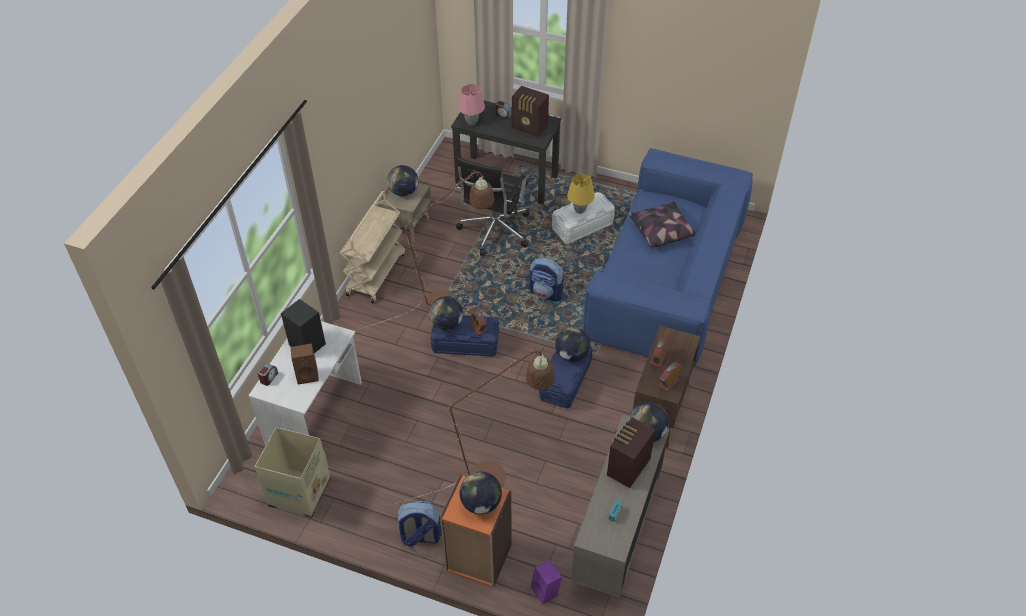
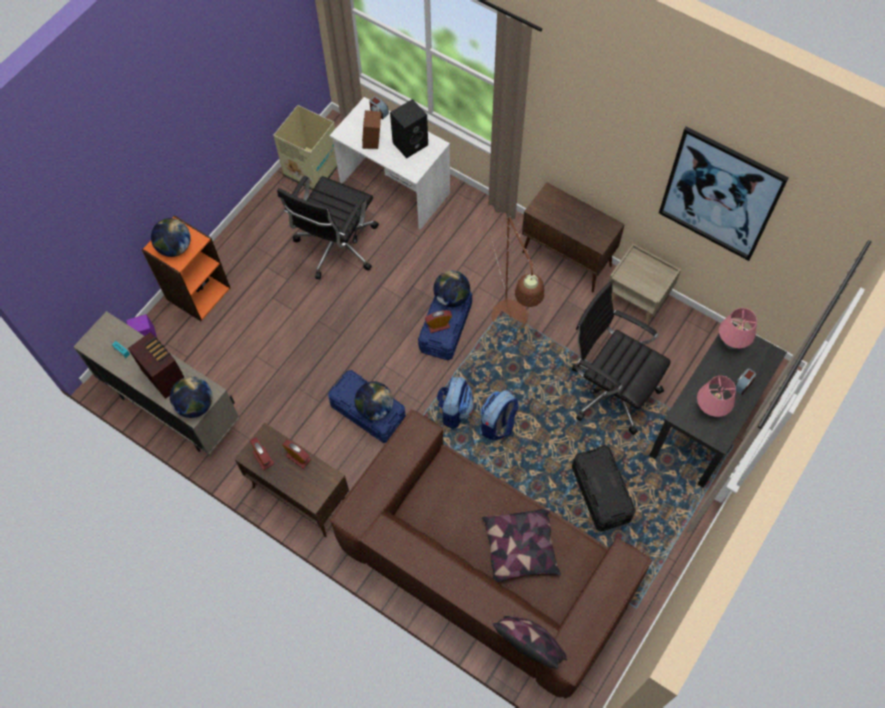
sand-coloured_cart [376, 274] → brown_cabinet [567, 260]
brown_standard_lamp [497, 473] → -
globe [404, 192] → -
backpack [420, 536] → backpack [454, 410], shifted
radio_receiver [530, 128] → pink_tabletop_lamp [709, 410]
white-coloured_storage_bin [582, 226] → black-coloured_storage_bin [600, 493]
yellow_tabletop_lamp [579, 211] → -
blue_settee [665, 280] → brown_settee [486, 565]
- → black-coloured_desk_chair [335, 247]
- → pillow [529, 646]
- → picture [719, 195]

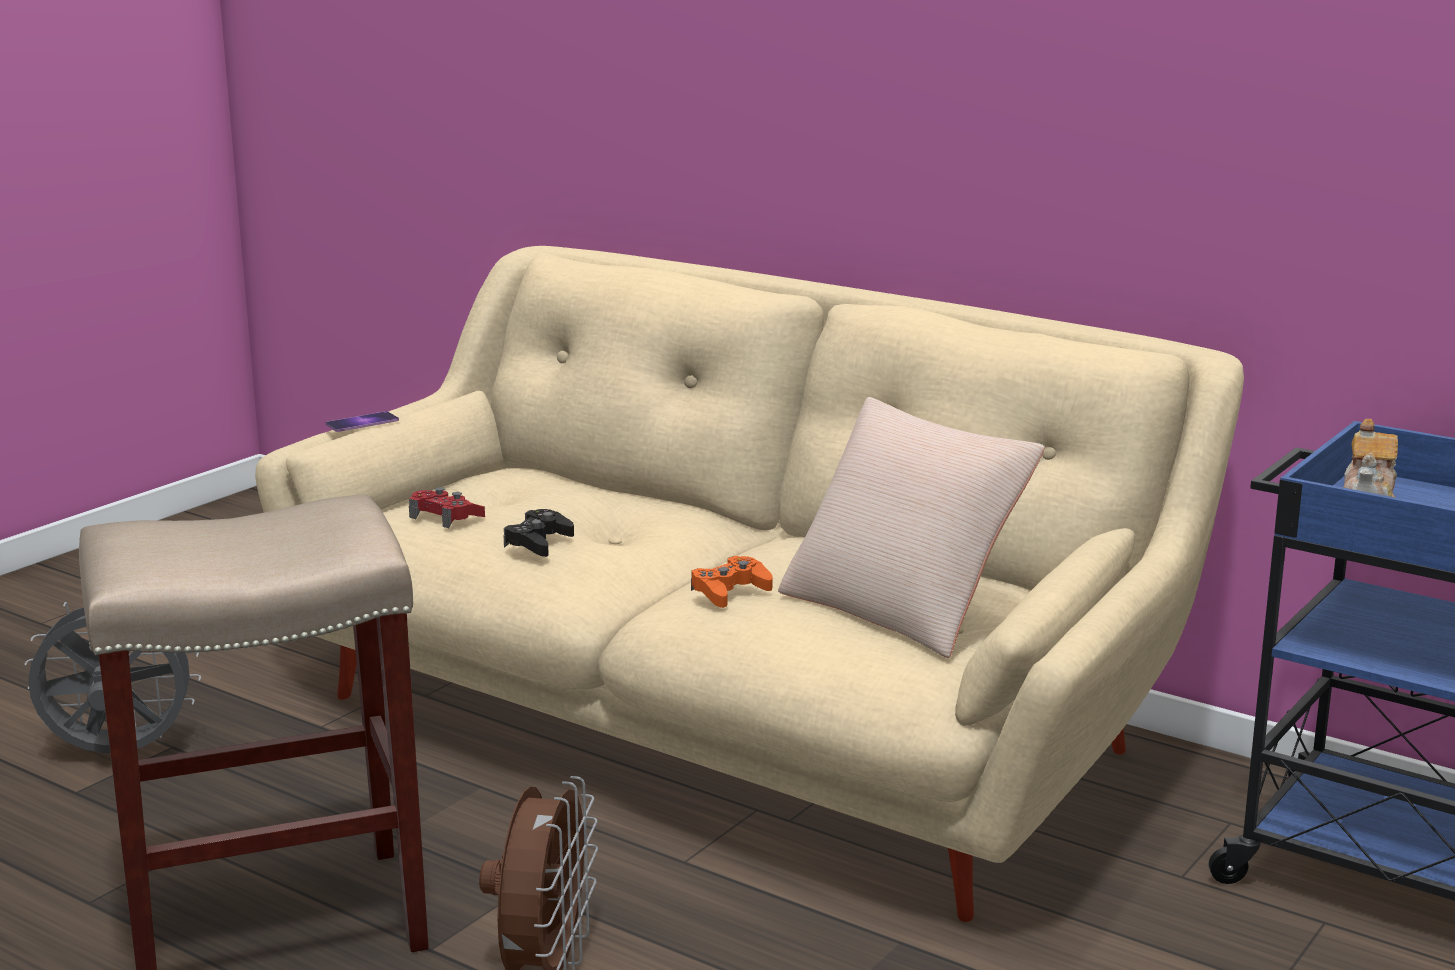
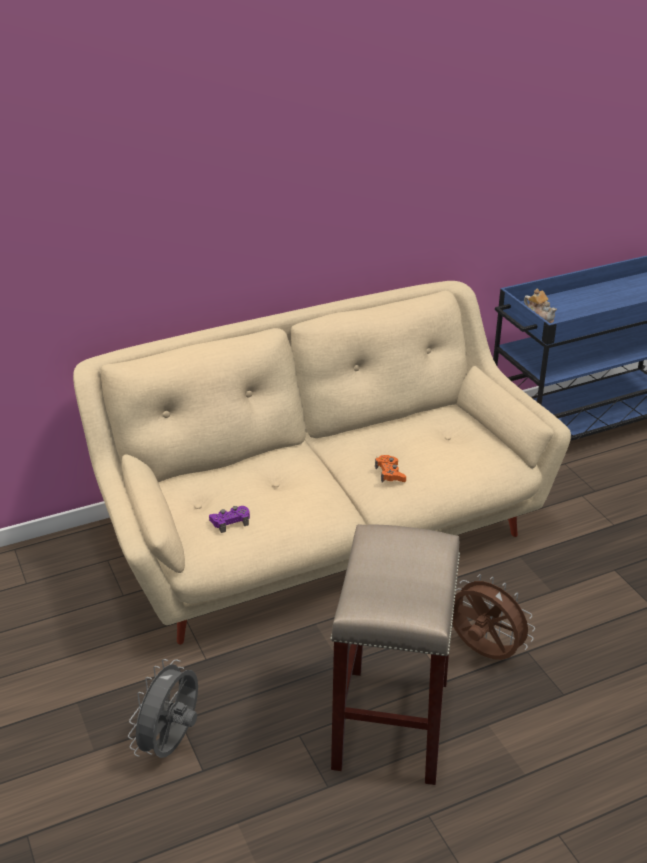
handset [362, 422] → -
red-coloured_gamepad [446, 517] → purple-coloured_gamepad [230, 522]
black-coloured_gamepad [538, 542] → -
sand-coloured_pillow [903, 607] → -

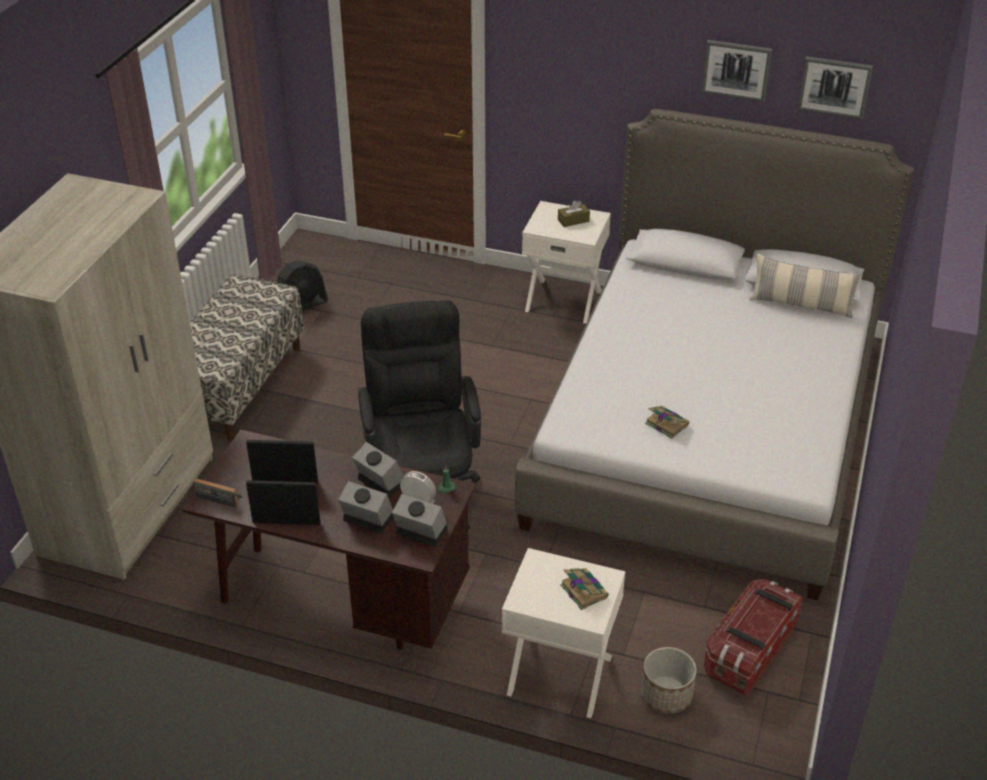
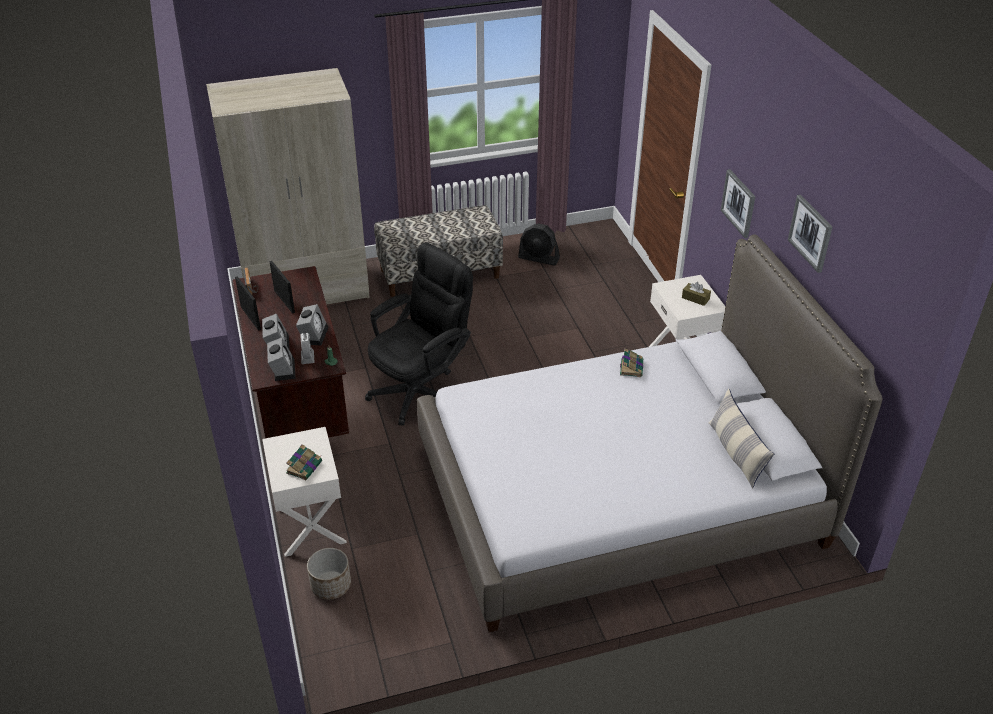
book [666, 424] → book [631, 367], shifted
storage_bin [749, 651] → -
picture [834, 87] → picture [739, 203], shifted

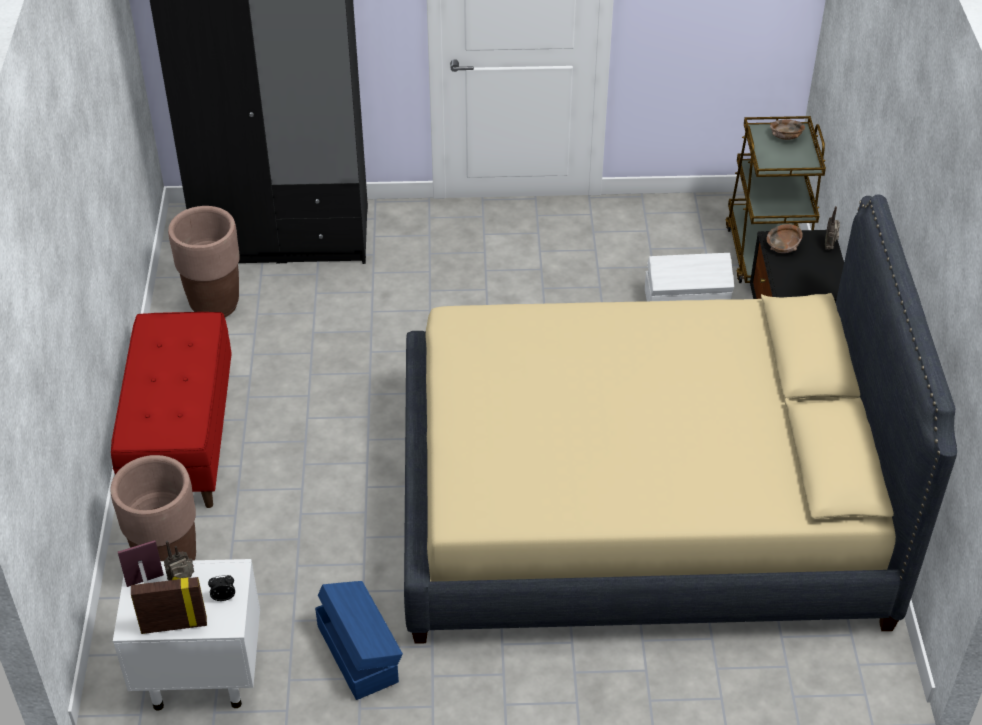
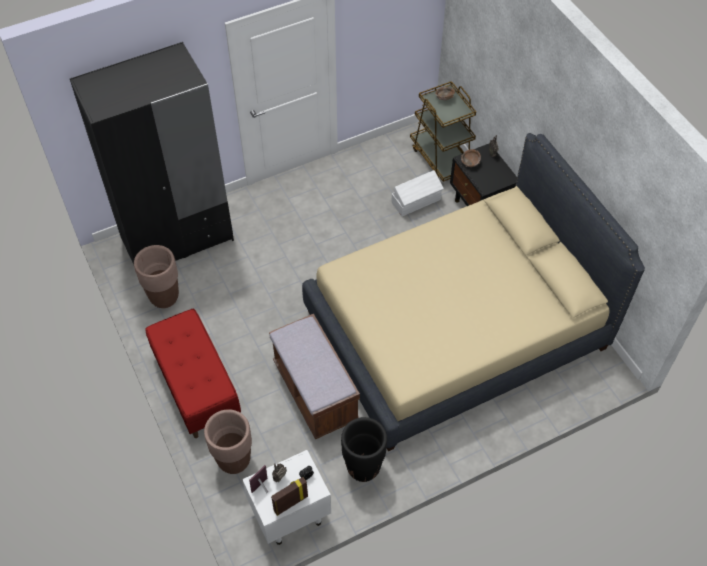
blue_storage_bin [358, 652] → black-coloured_flower_pot [363, 468]
- → brown_bench [315, 392]

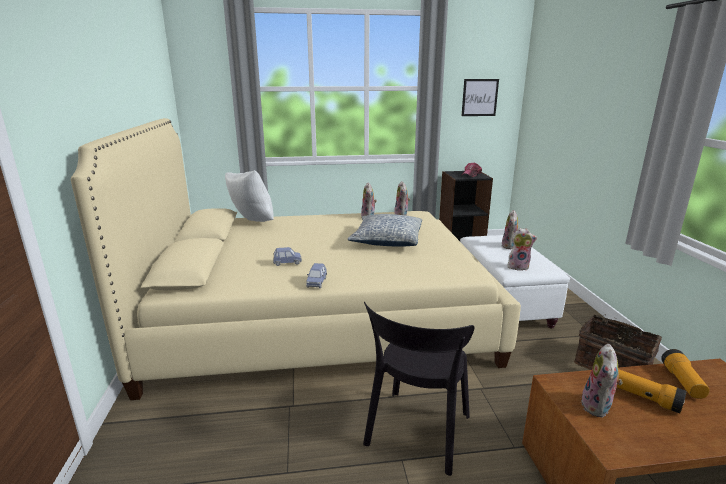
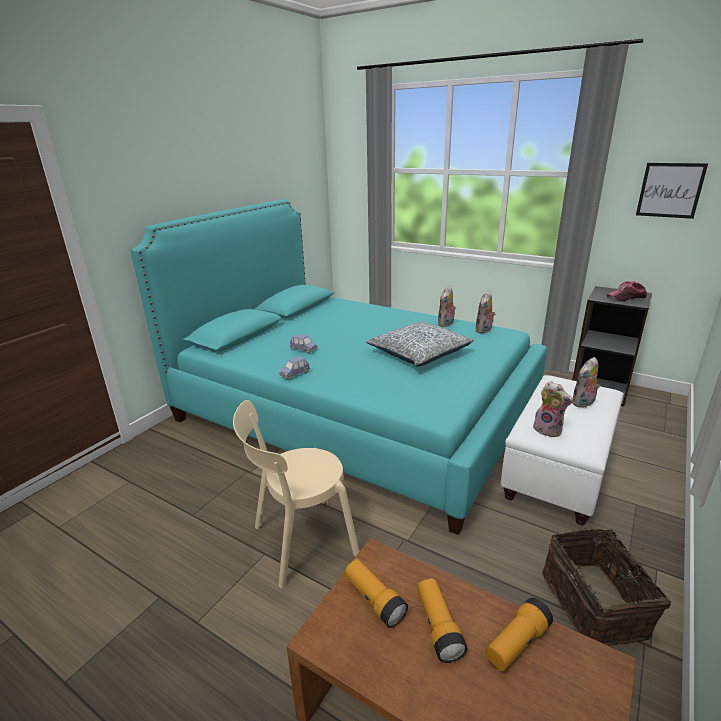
sand-coloured_sleeping_bed [319, 316] → blue-green_sleeping_bed [356, 410]
white-coloured_pillow [251, 222] → -
black-coloured_plain_chair [416, 434] → sand-coloured_plain_chair [300, 542]
cuddly_toy [598, 407] → flashlight [374, 600]

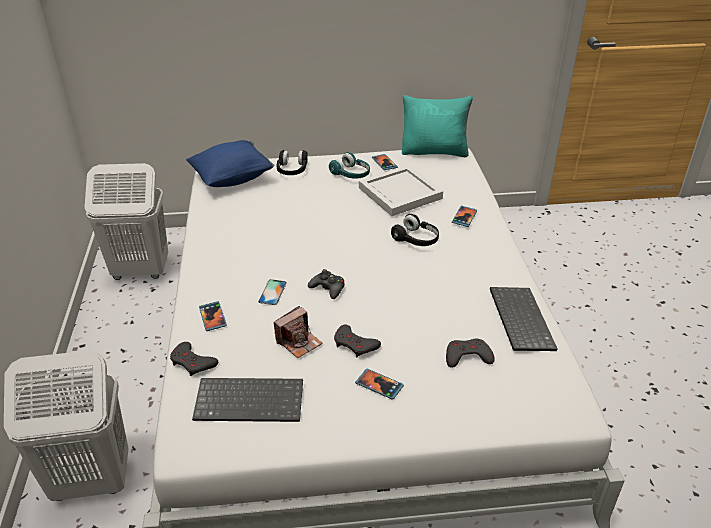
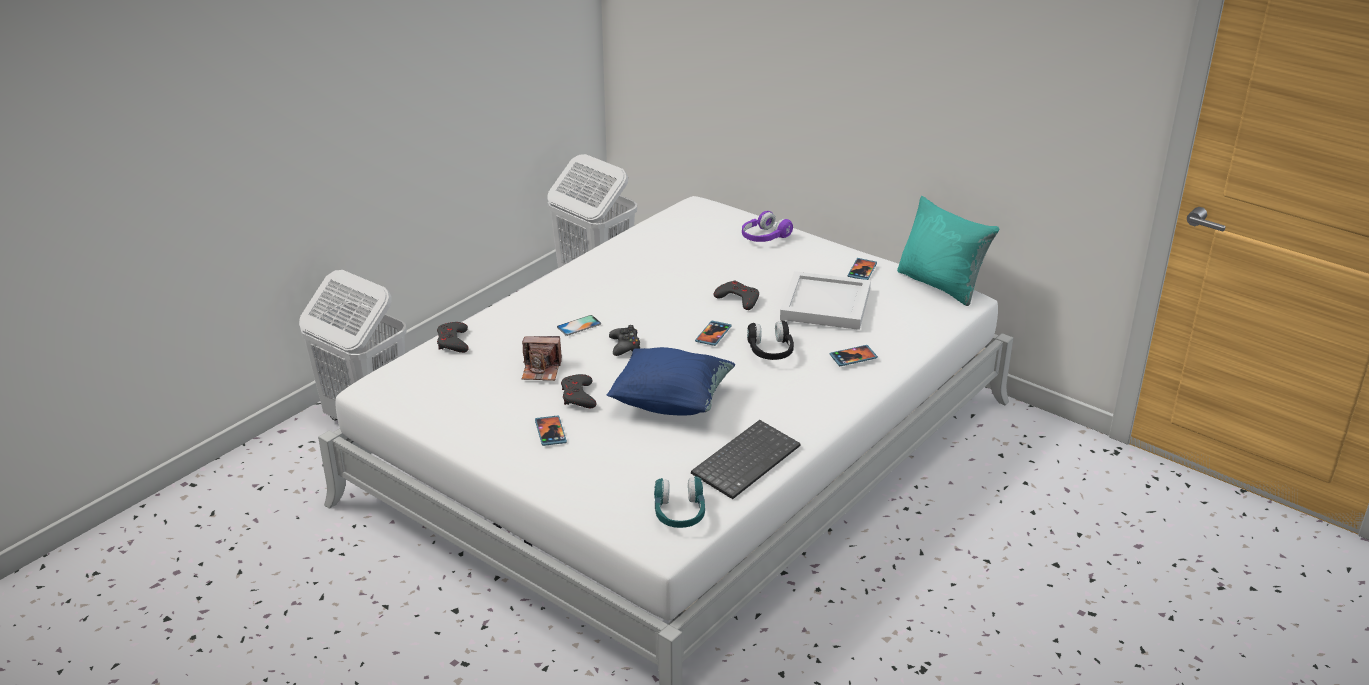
blue_pillow [232, 179] → blue_pillow [671, 402], shifted
computer_keyboard [251, 400] → -
handset [212, 317] → handset [713, 334], shifted
black-coloured_pair_of_headphones [292, 170] → purple-coloured_pair_of_headphones [764, 237]
blue-green_pair_of_headphones [351, 174] → blue-green_pair_of_headphones [679, 513], shifted
greyish_gamepad [467, 356] → greyish_gamepad [738, 299], shifted

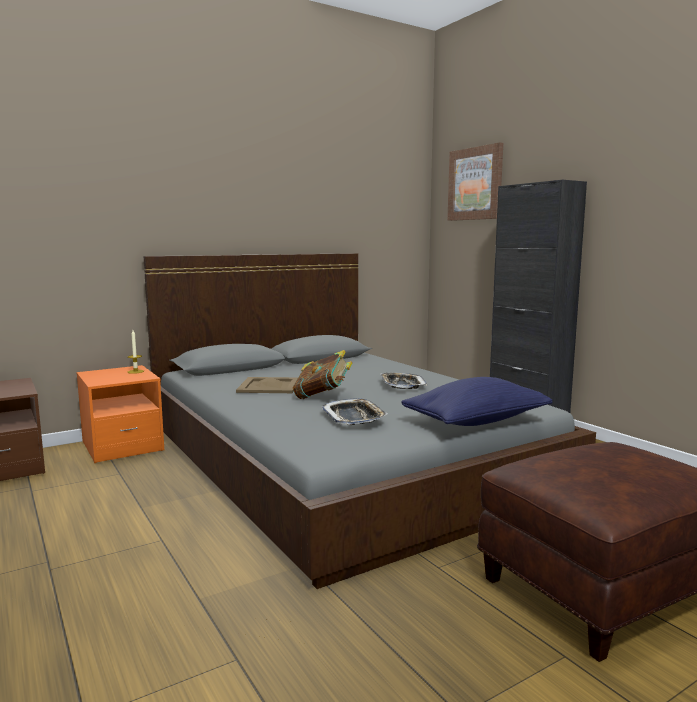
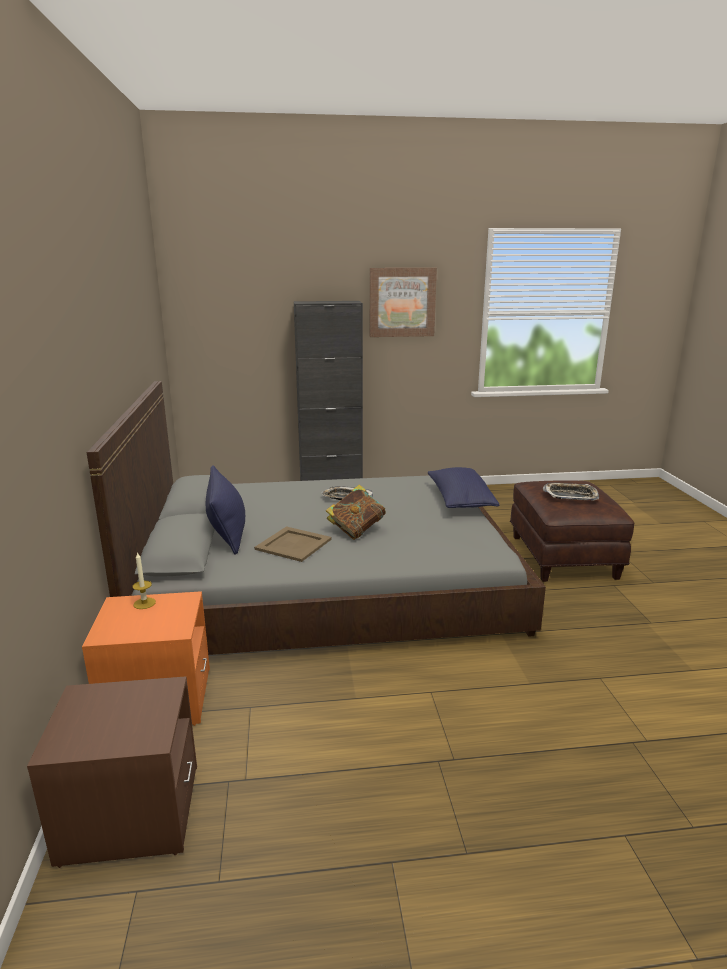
carrying_tray [354, 417] → carrying_tray [570, 495], shifted
picture [475, 184] → picture [402, 302], shifted
- → blue_pillow [227, 531]

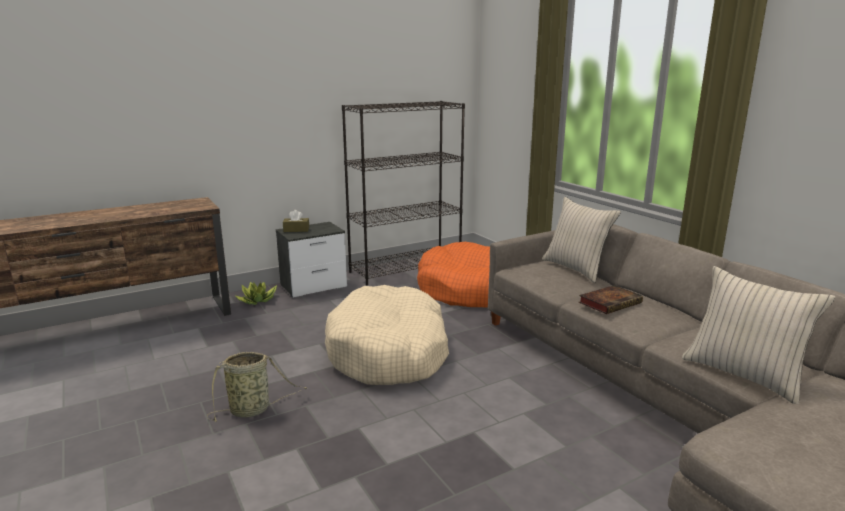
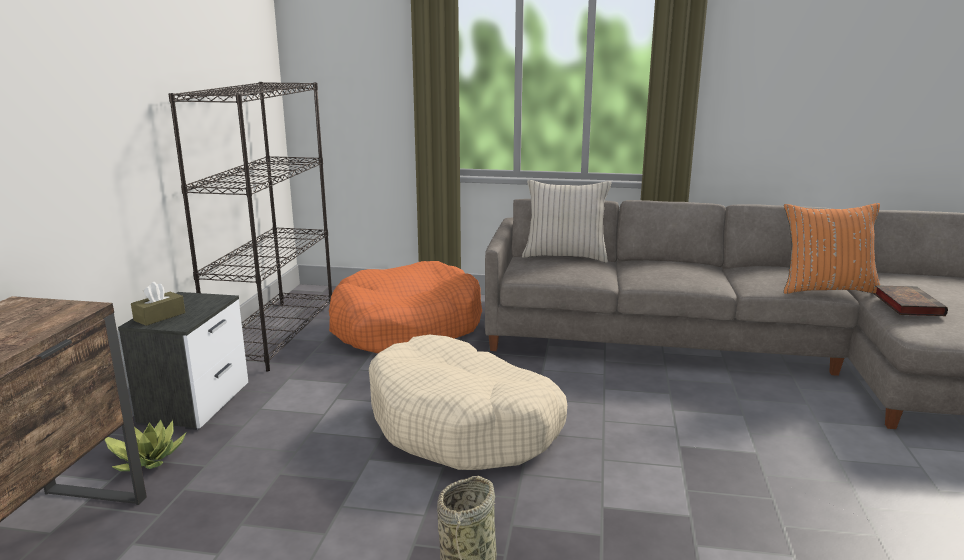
book [610, 302] → book [906, 304], shifted
sand-coloured_pillow [743, 375] → orange-coloured_pillow [825, 289]

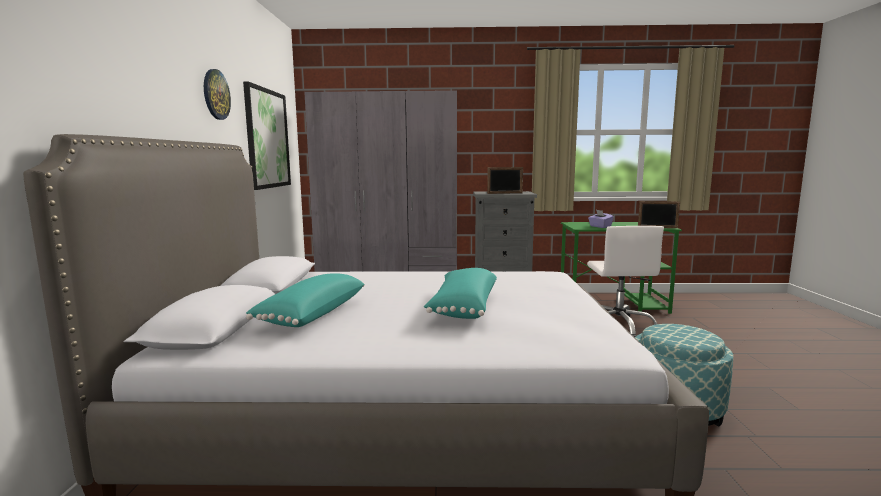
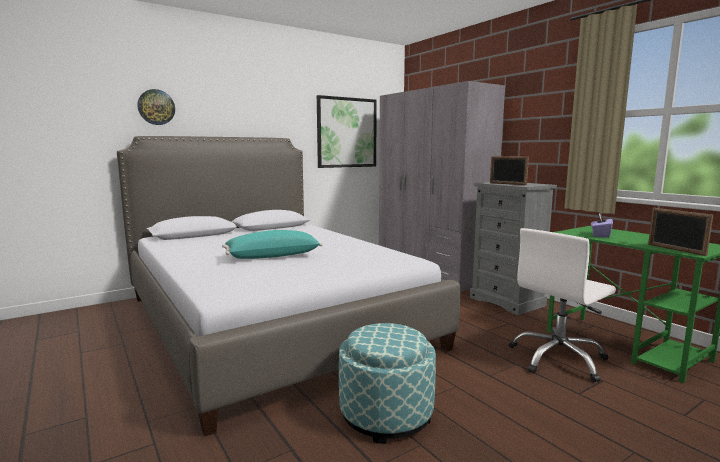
hanging_clock [216, 94] → hanging_clock [156, 107], shifted
blue-green_pillow [311, 314] → -

